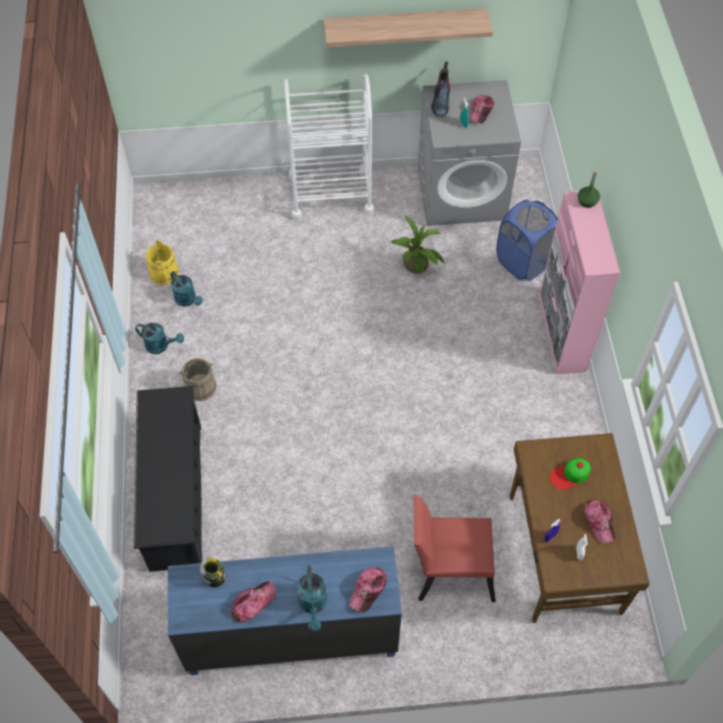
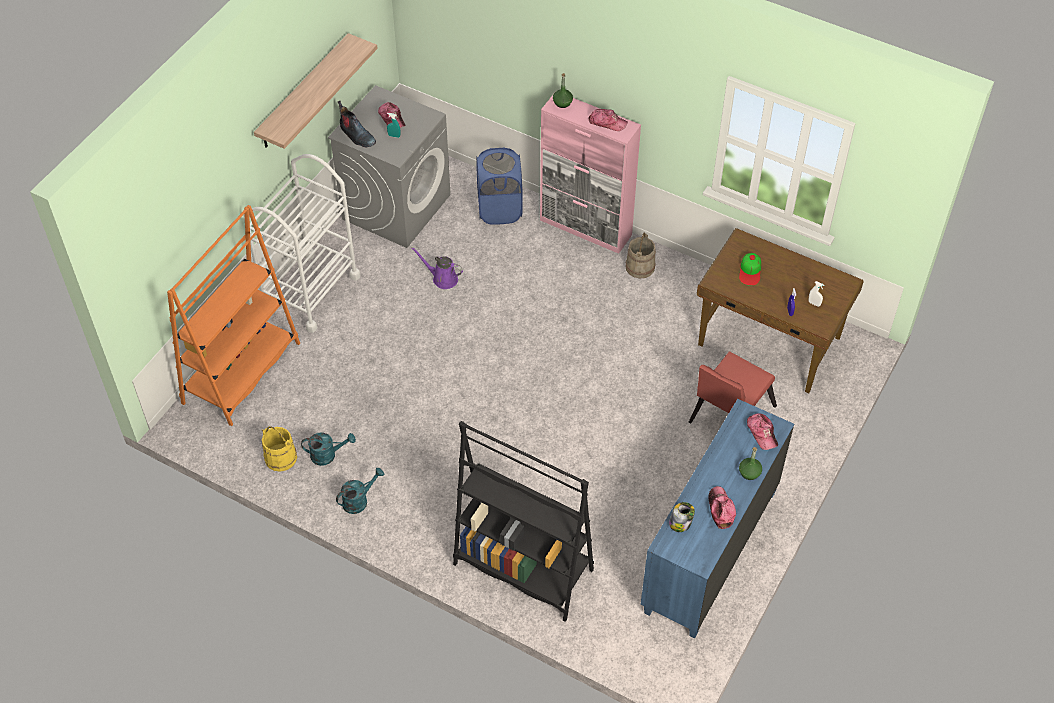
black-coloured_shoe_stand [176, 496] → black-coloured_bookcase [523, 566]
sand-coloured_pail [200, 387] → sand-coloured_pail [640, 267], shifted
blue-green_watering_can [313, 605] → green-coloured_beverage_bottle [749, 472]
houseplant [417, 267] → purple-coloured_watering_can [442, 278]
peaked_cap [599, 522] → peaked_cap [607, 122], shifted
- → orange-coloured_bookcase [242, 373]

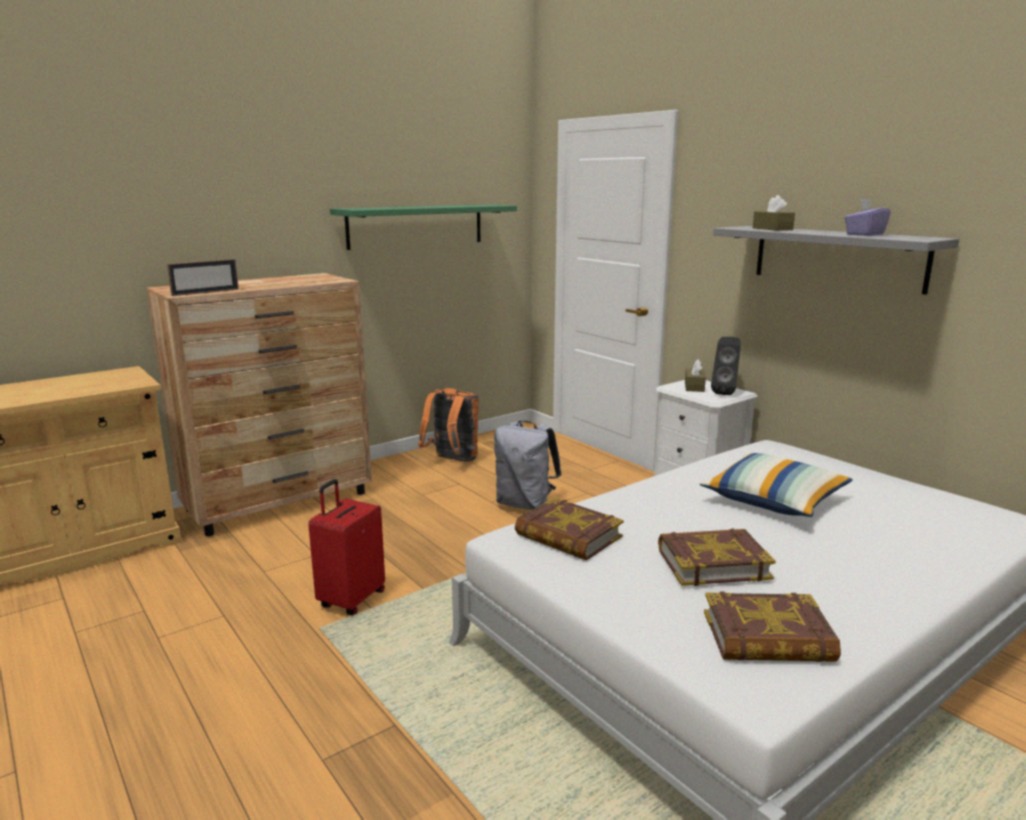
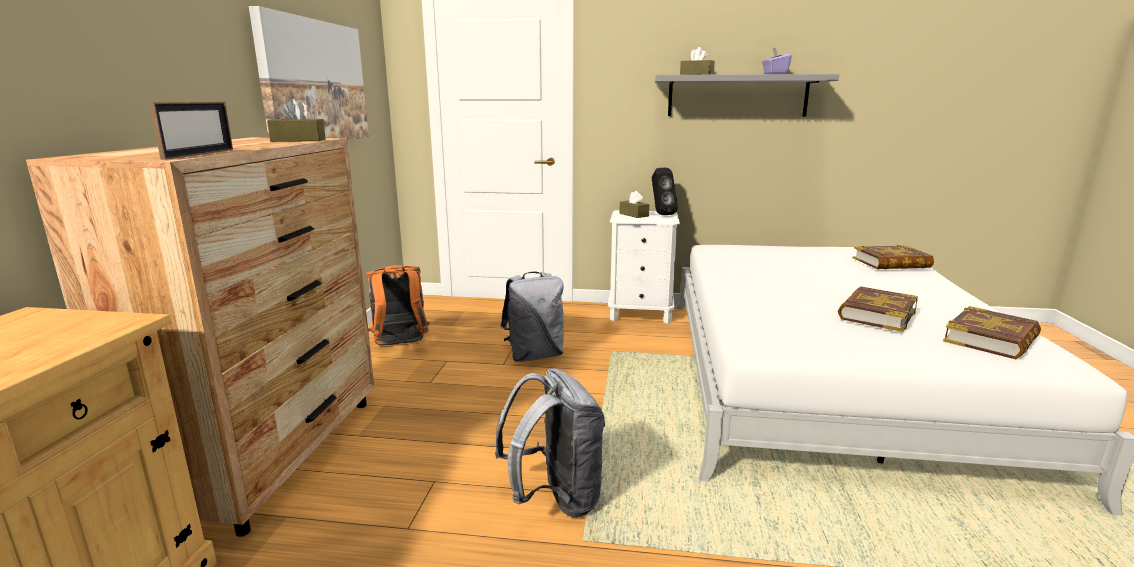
red-coloured_piece_of_luggage [351, 599] → greyish_backpack [555, 498]
green-coloured_shelf [416, 226] → picture [314, 82]
book [568, 536] → book [891, 263], shifted
pillow [774, 501] → -
- → brown_tissue_holder [298, 140]

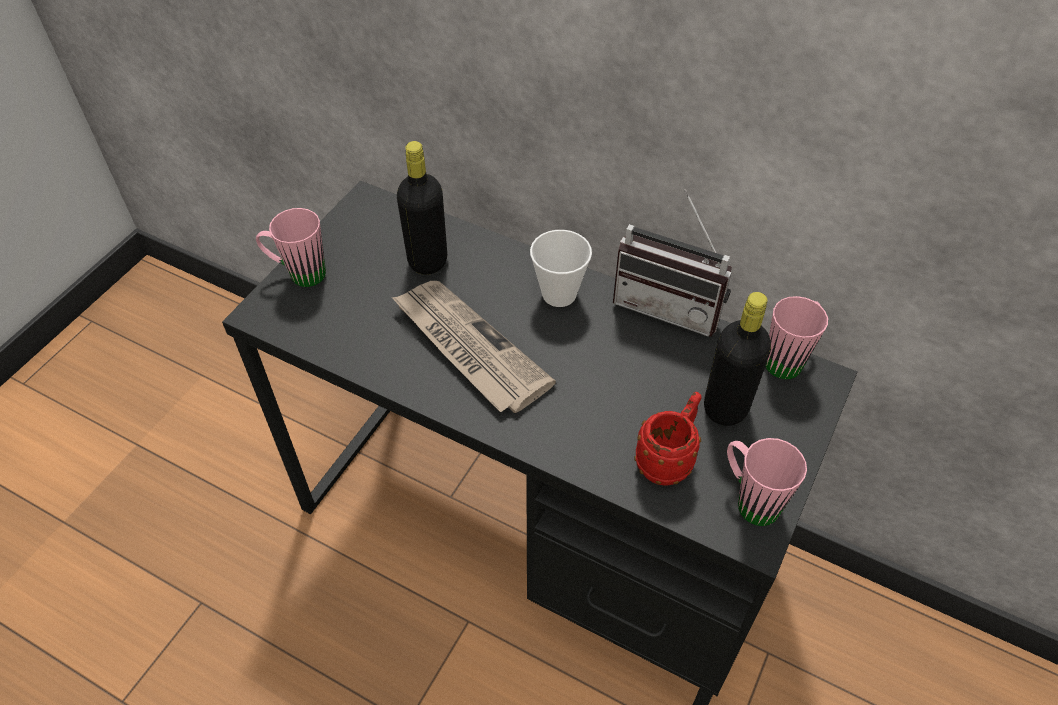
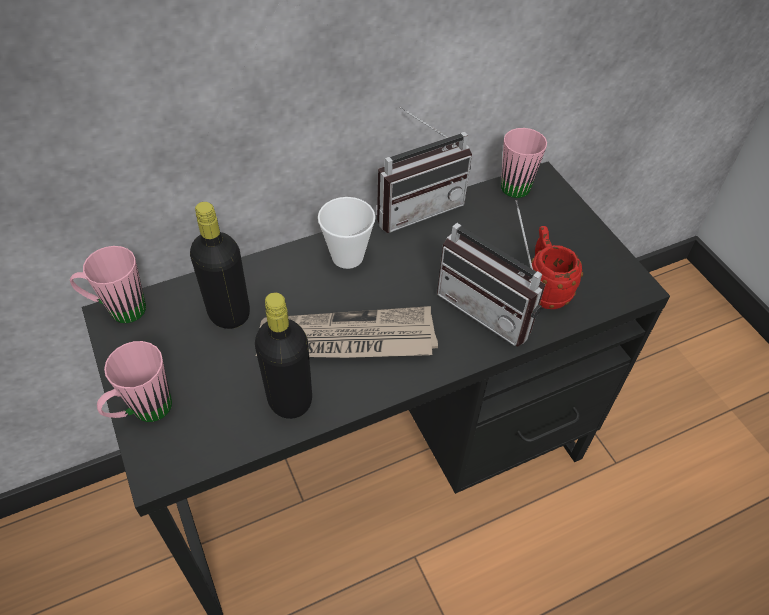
black-coloured_beverage_bottle [725, 408] → black-coloured_beverage_bottle [290, 400], shifted
pink_tea_mug [749, 499] → pink_tea_mug [118, 310], shifted
- → radio_receiver [491, 308]

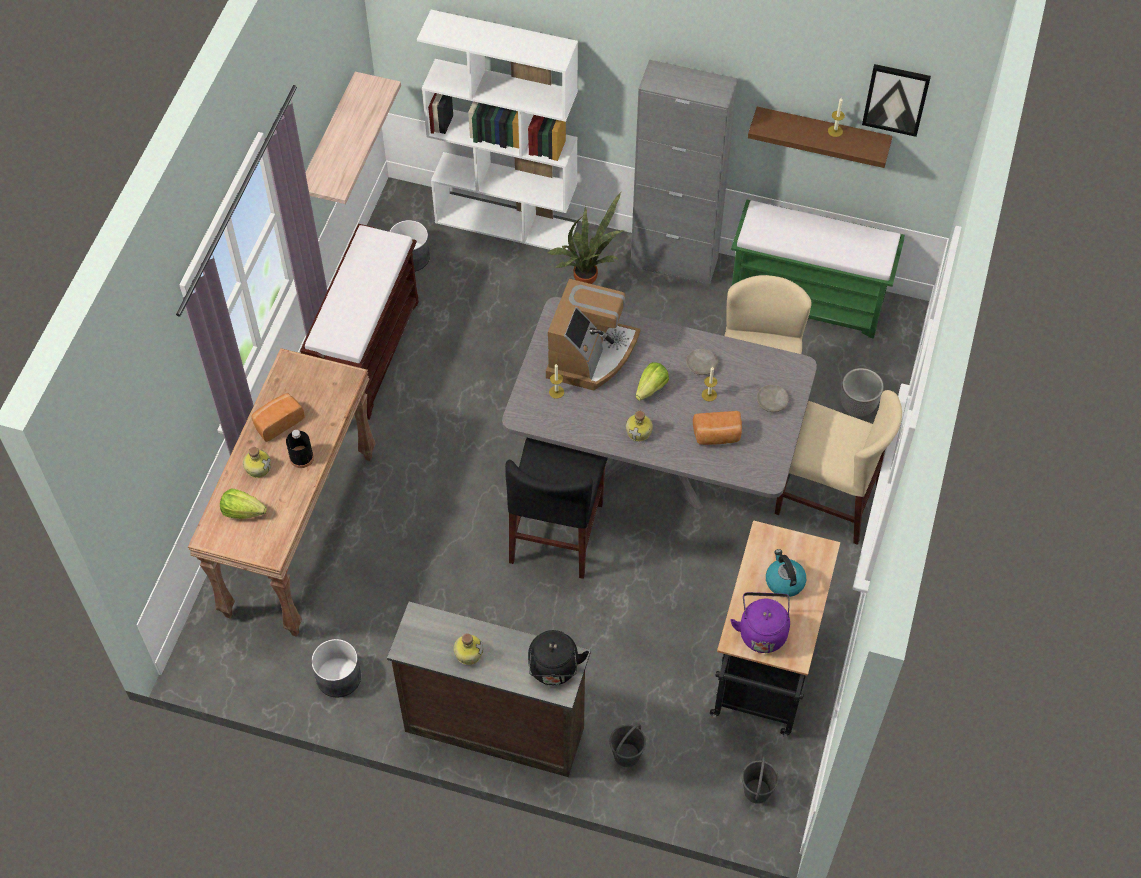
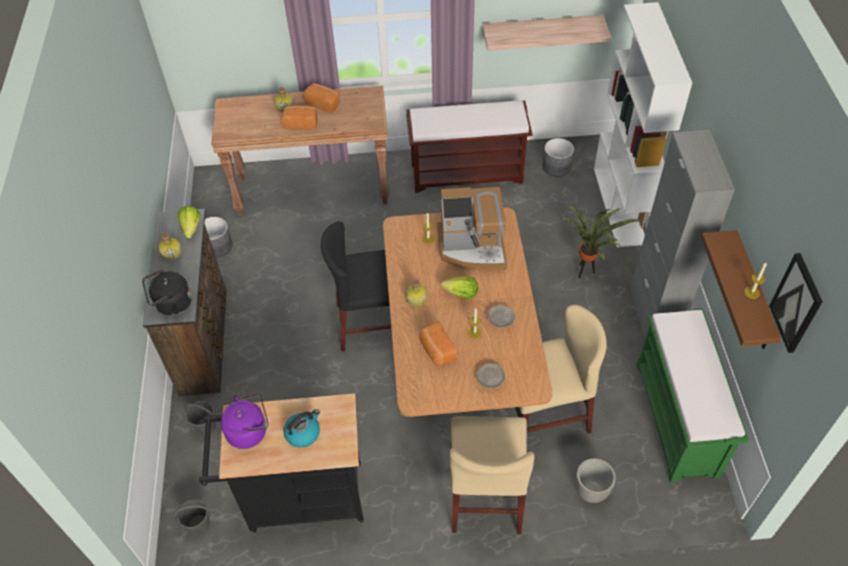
lettuce_head [243, 511] → lettuce_head [191, 228], shifted
black-coloured_beverage_bottle [301, 457] → bread [301, 123]
greyish_dining_table [655, 465] → brown_dining_table [459, 363]

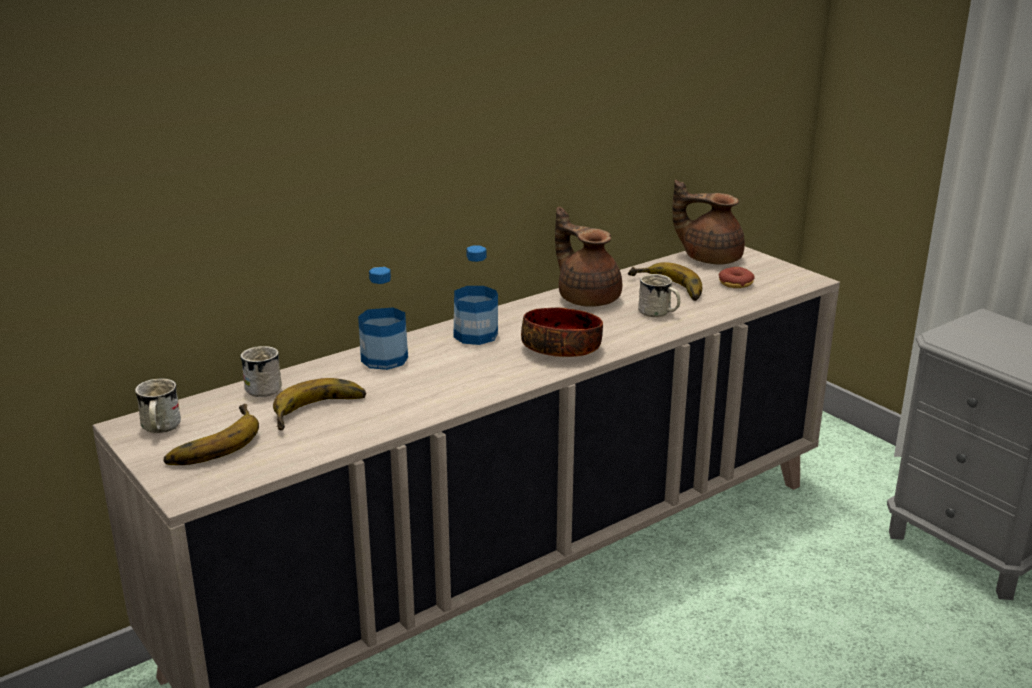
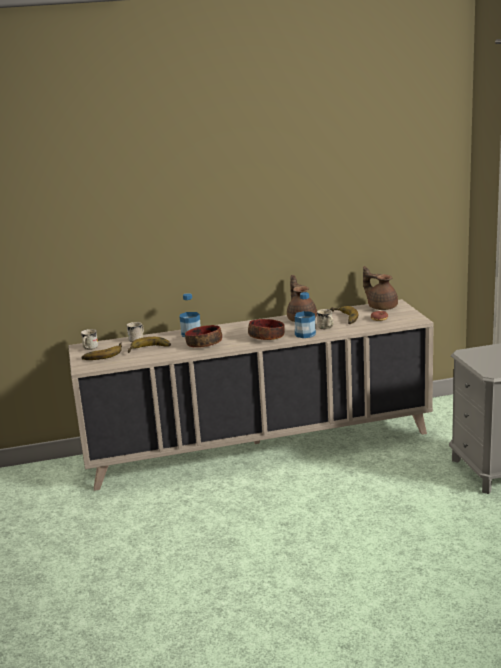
beverage_bottle [475, 335] → beverage_bottle [305, 334], shifted
- → deep_dish [204, 344]

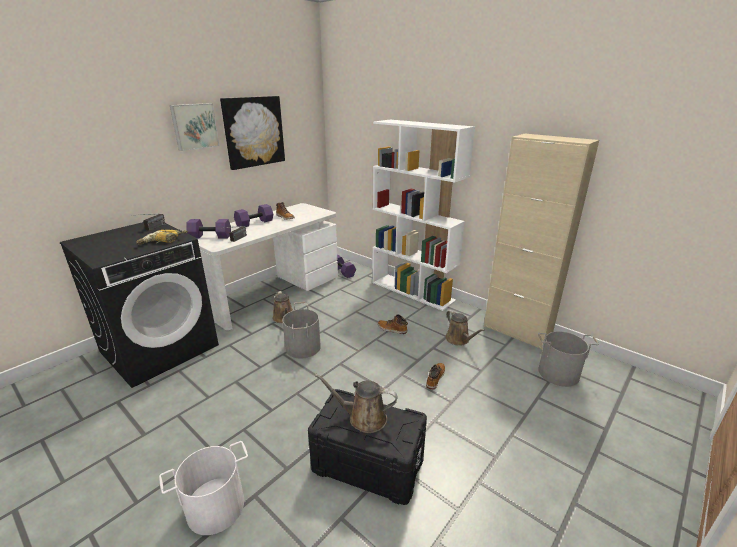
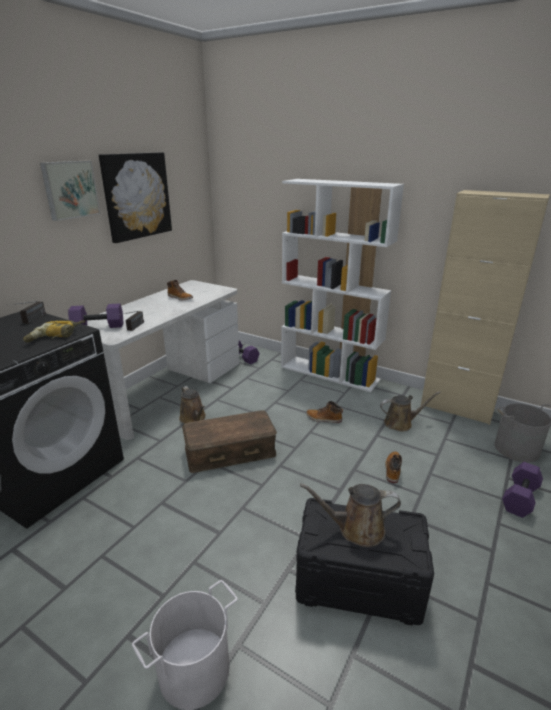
purple-coloured_free_weight [254, 223] → purple-coloured_free_weight [519, 497], shifted
greyish_pail [303, 347] → brown_storage_bin [230, 451]
brown_watering_can [459, 340] → brown_watering_can [401, 423], 60 degrees counterclockwise

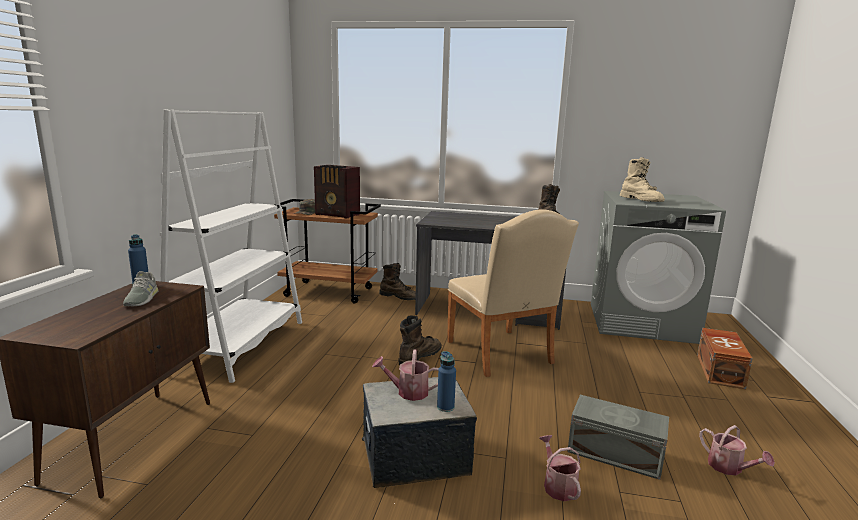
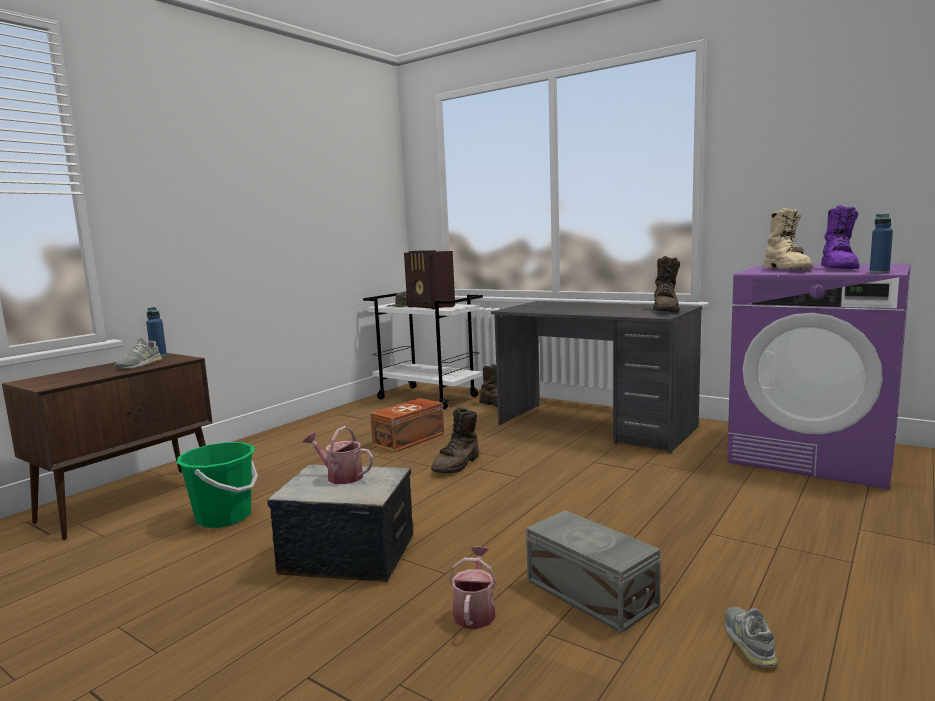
white-coloured_bookcase [239, 346] → -
brown_cart [330, 292] → white-coloured_cart [428, 397]
brown_boot [419, 357] → brown_boot [457, 465], 150 degrees clockwise
blue_beverage_bottle [445, 407] → blue_beverage_bottle [879, 272], shifted
sand-coloured_plain_chair [502, 355] → -
greyish_washing_machine [641, 322] → purple-coloured_washing_machine [814, 454]
brown_storage_bin [720, 370] → brown_storage_bin [410, 439], shifted
watering_can [729, 468] → greyish_low_shoe [749, 641]
- → green-coloured_pail [224, 517]
- → purple-coloured_boot [839, 269]

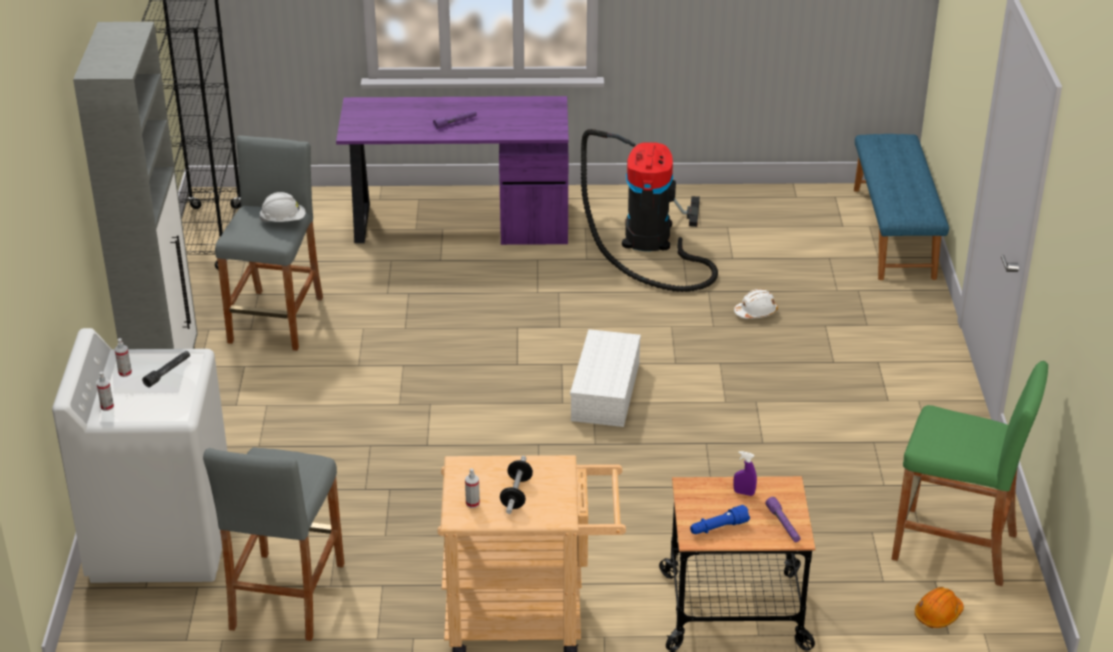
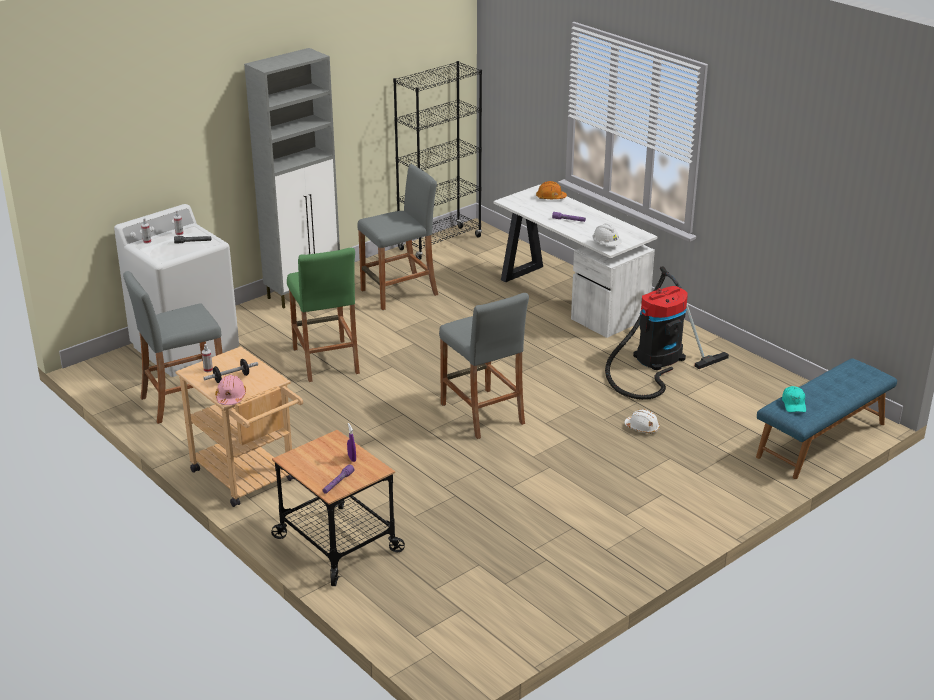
white-coloured_safety_helmet [283, 220] → white-coloured_safety_helmet [606, 245], shifted
purple-coloured_desk_table [457, 222] → white-coloured_desk_table [570, 297]
white-coloured_storage_bin [606, 392] → greyish_sitting_stool [482, 413]
blue_flashlight [718, 528] → -
green-coloured_sitting_stool [954, 547] → green-coloured_sitting_stool [325, 361], shifted
orange-coloured_safety_helmet [938, 614] → orange-coloured_safety_helmet [550, 197], shifted
- → pink_safety_helmet [231, 397]
- → blue-green_peaked_cap [794, 404]

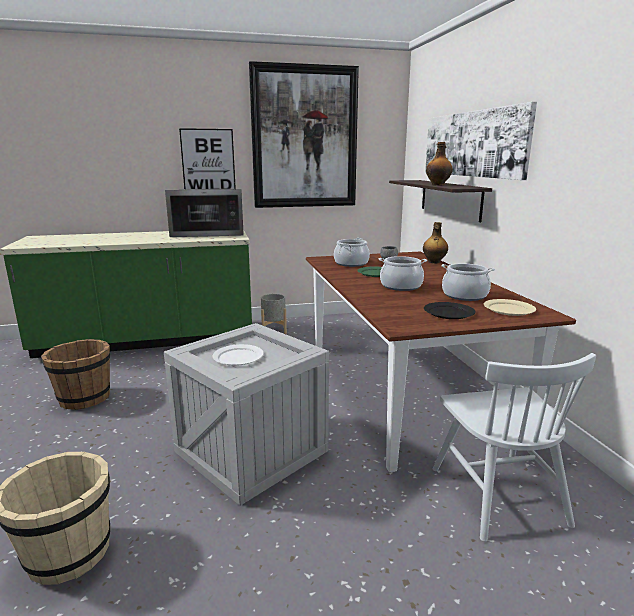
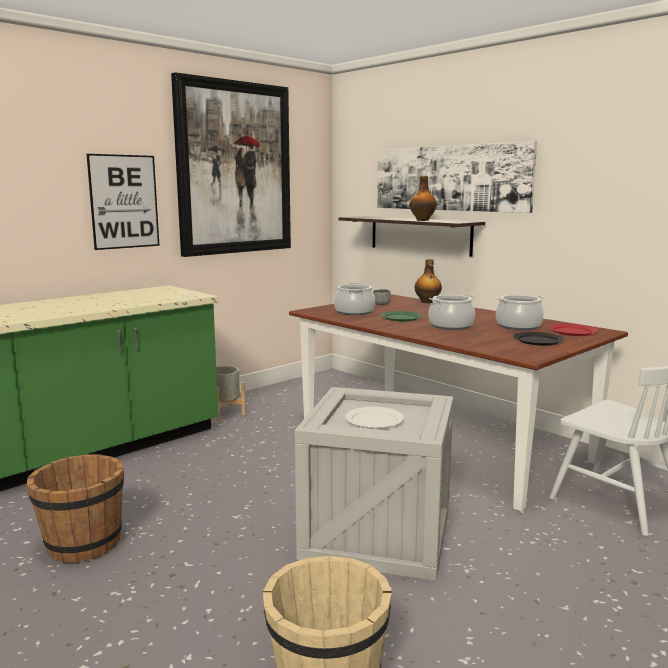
microwave [208, 233] → -
sand-coloured_flat_dish [508, 309] → red-coloured_flat_dish [572, 332]

